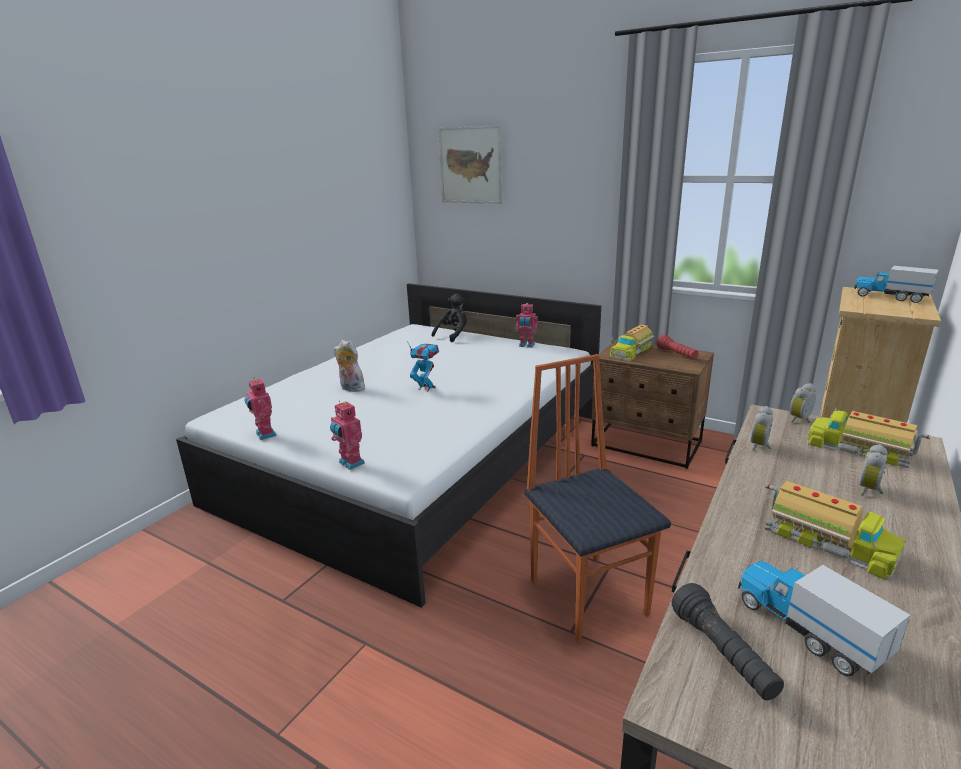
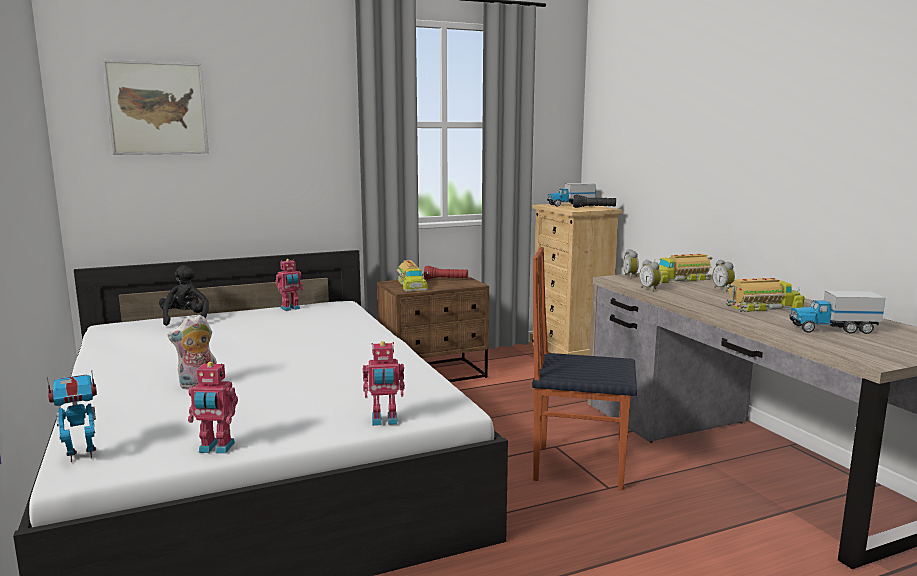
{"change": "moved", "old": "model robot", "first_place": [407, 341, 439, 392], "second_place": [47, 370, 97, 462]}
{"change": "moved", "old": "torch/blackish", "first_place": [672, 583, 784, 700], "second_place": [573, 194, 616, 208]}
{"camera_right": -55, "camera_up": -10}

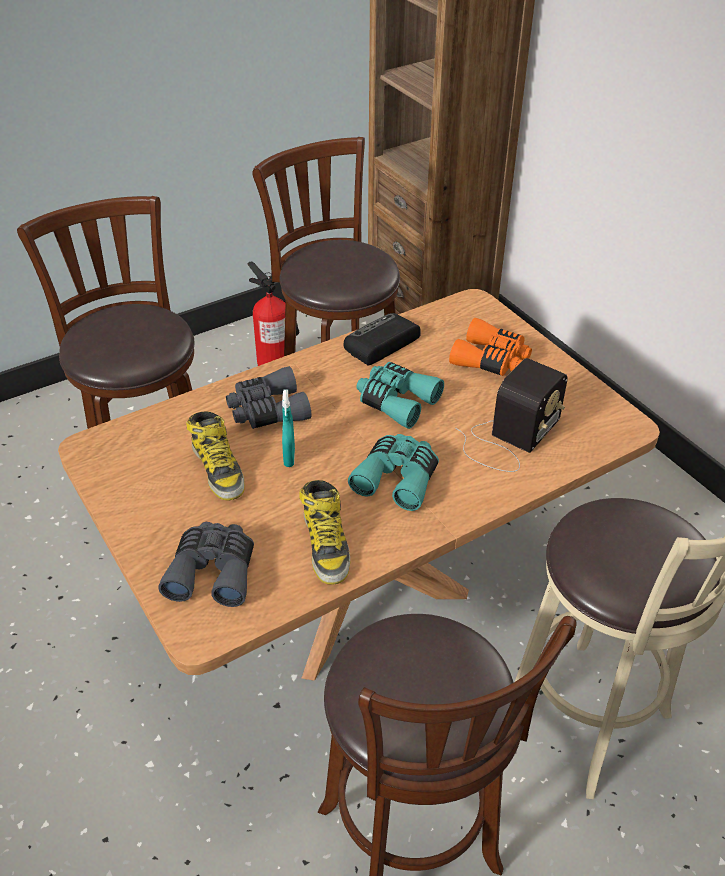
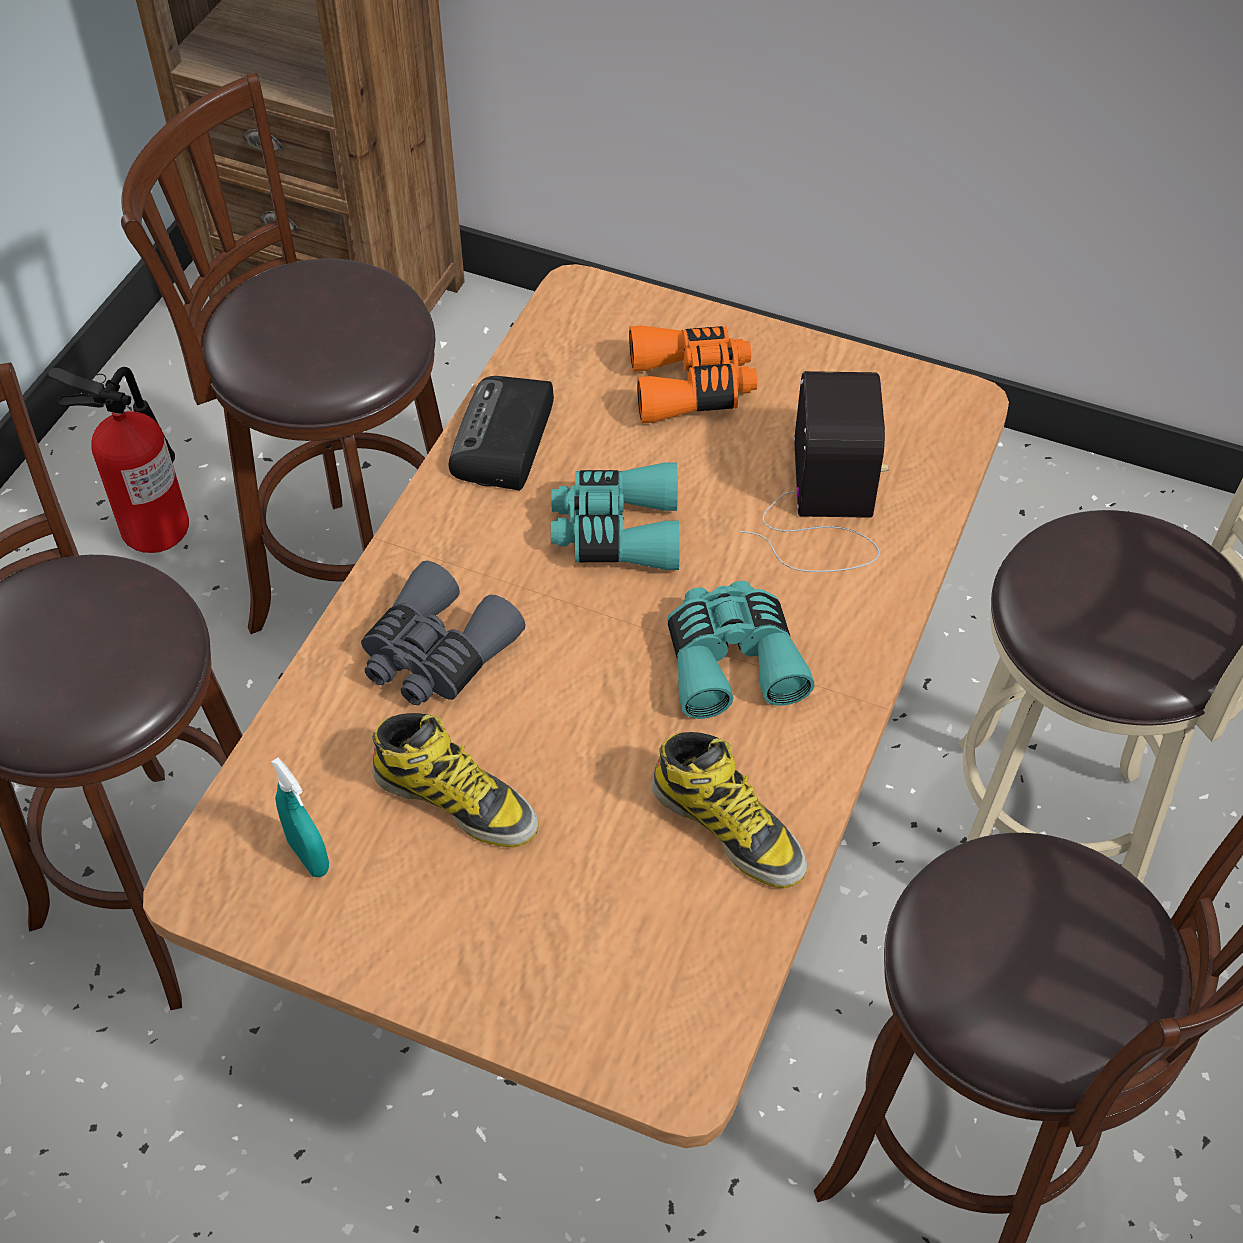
{"change": "moved", "old": "sprayer/turquoise-coloured", "first_place": [282, 390, 295, 467], "second_place": [271, 757, 329, 877]}
{"change": "removed", "old": "binoculars/greyish", "first_place": [159, 522, 254, 607]}
{"camera_right": -35, "camera_up": 10}

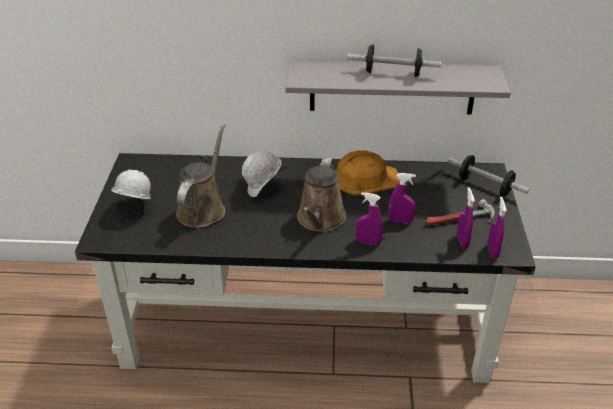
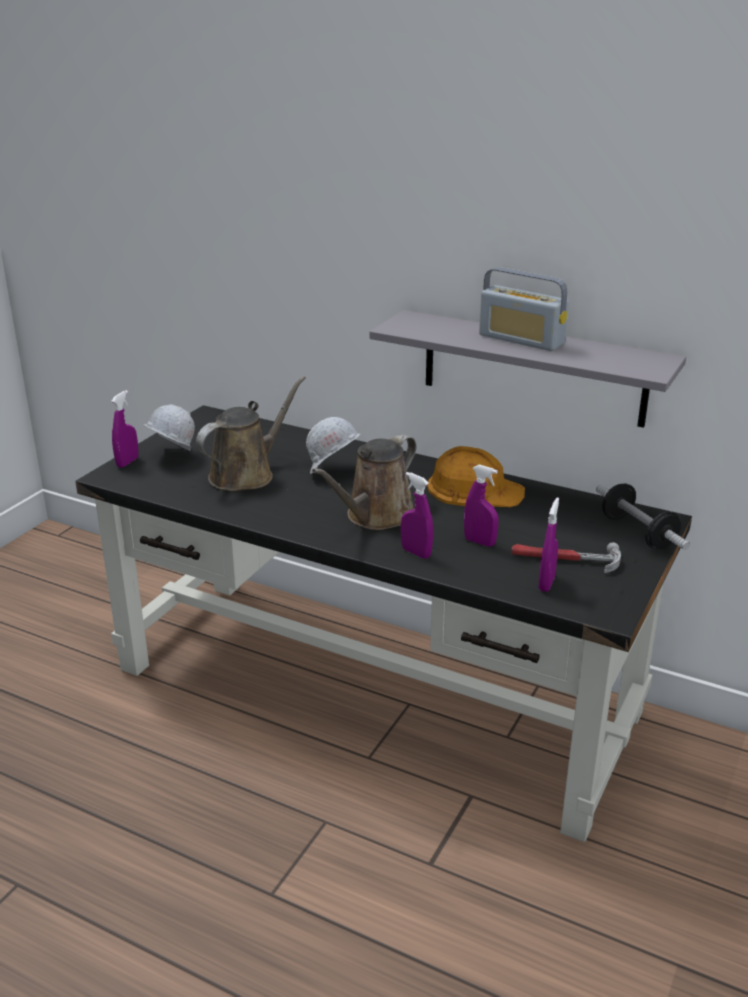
{"change": "replaced", "old": "free weight", "new": "radio receiver", "first_place": [348, 44, 441, 77], "second_place": [479, 267, 569, 351]}
{"change": "moved", "old": "sprayer/purple-coloured", "first_place": [487, 197, 507, 259], "second_place": [111, 390, 139, 468]}
{"camera_right": 25, "camera_up": -10}

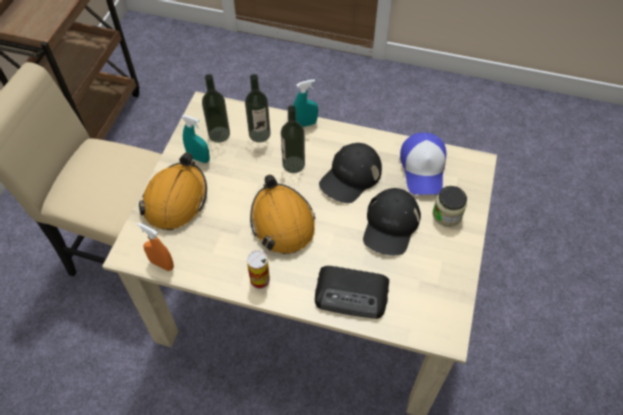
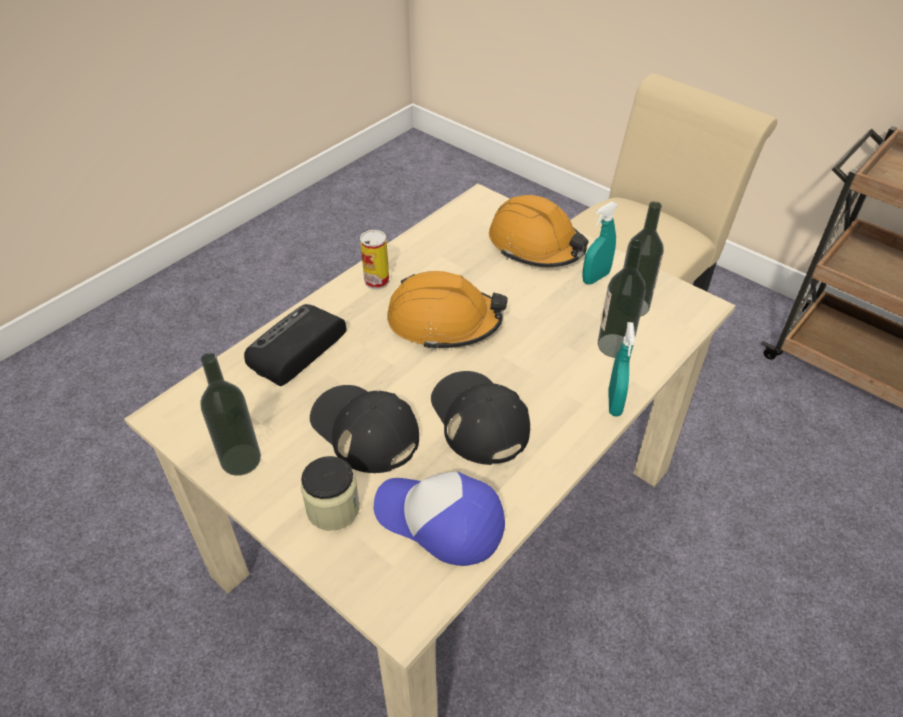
{"change": "moved", "old": "beverage bottle", "first_place": [281, 105, 305, 173], "second_place": [201, 353, 261, 476]}
{"change": "removed", "old": "sprayer/orangey", "first_place": [137, 222, 174, 271]}
{"camera_right": 115, "camera_up": -10}

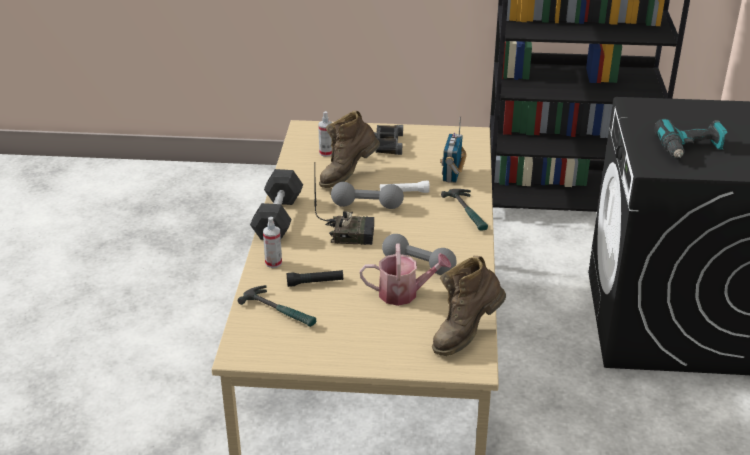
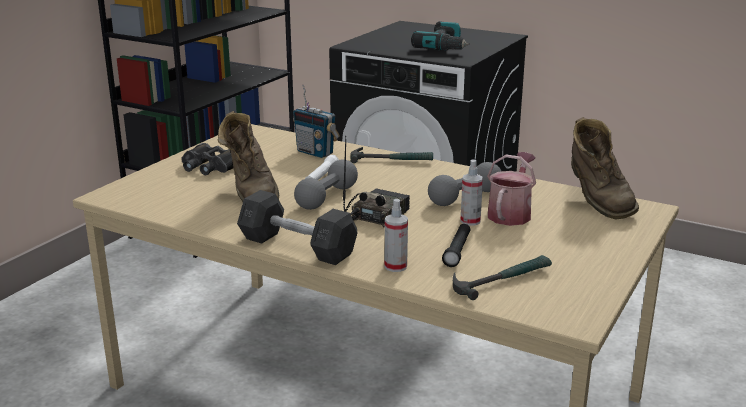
{"change": "moved", "old": "sprayer", "first_place": [318, 111, 332, 157], "second_place": [460, 159, 483, 226]}
{"camera_right": -65, "camera_up": -10}

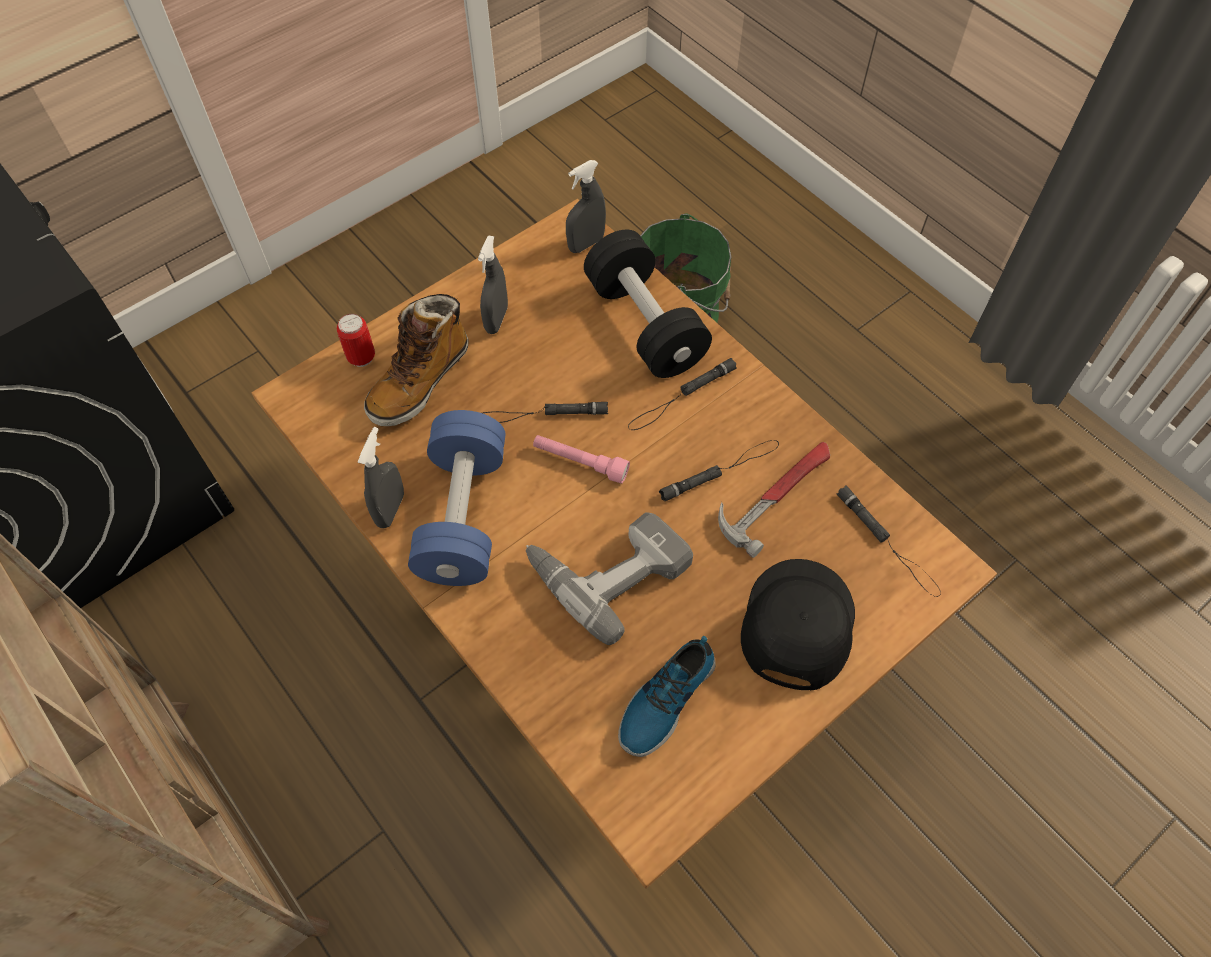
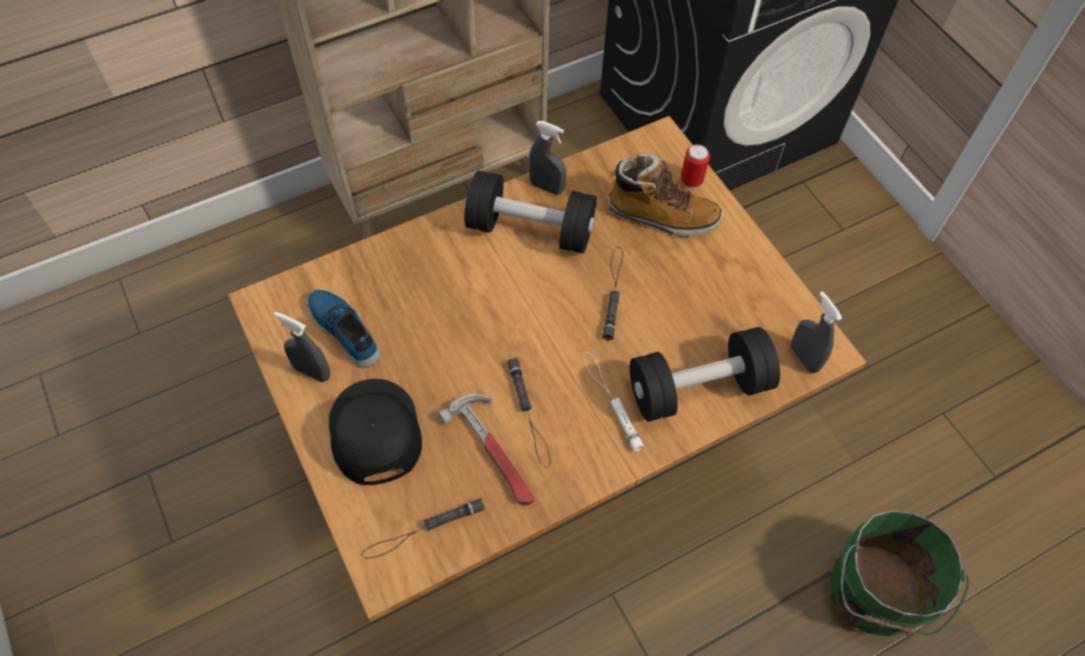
{"change": "moved", "old": "sprayer/greyish", "first_place": [478, 235, 508, 334], "second_place": [274, 312, 330, 382]}
{"change": "turned", "old": "tall boot", "first_place": [364, 294, 468, 426], "second_place": [608, 153, 723, 237], "degrees": 150}
{"change": "recoloured", "old": "torch/blackish", "new": "torch/whitish", "first_place": [628, 358, 736, 430], "second_place": [584, 352, 644, 452]}
{"change": "recoloured", "old": "free weight/blue-coloured", "new": "free weight/blackish", "first_place": [408, 410, 505, 586], "second_place": [464, 170, 597, 253]}
{"change": "removed", "old": "torch/pink", "first_place": [533, 435, 630, 484]}
{"change": "removed", "old": "drill", "first_place": [526, 512, 693, 645]}
{"change": "turned", "old": "cap/blackish", "first_place": [741, 559, 855, 690], "second_place": [329, 379, 422, 485], "degrees": -135}
{"camera_right": 100, "camera_up": 0}

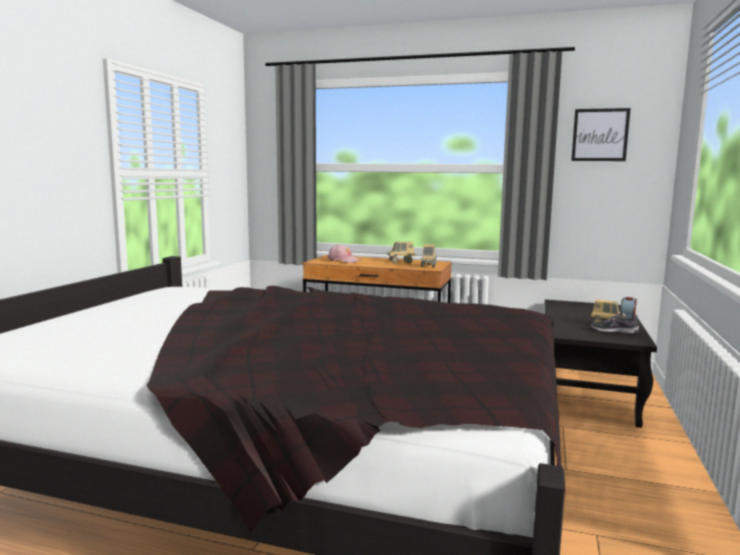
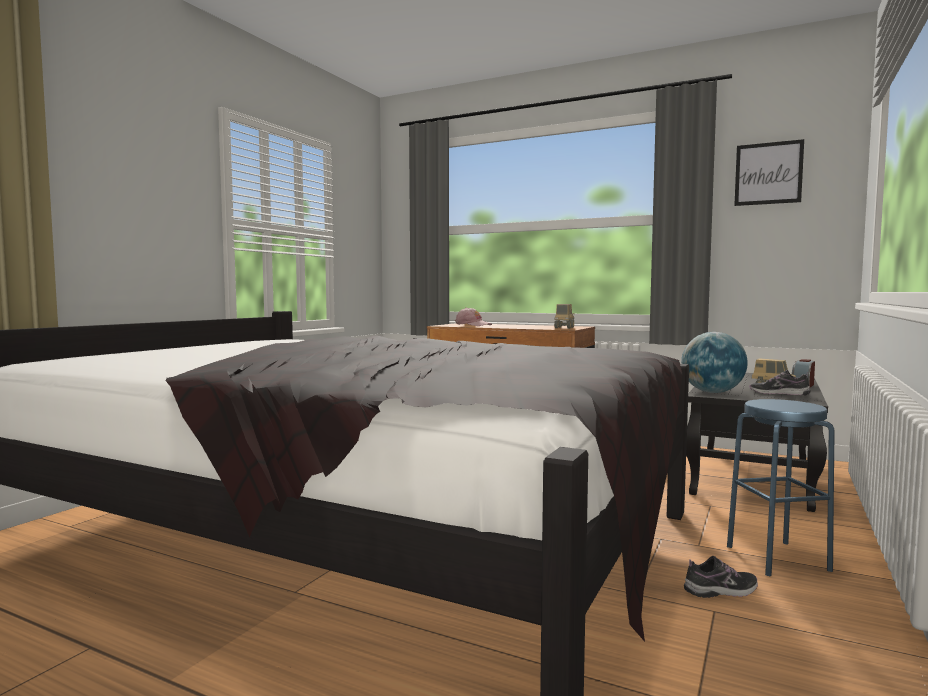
{"change": "removed", "old": "toy truck", "first_place": [387, 242, 415, 263]}
{"change": "added", "new": "globe", "second_place": [681, 332, 748, 393]}
{"change": "added", "new": "sitting stool/blue-coloured", "second_place": [727, 399, 835, 576]}
{"change": "added", "new": "item of footwear", "second_place": [684, 556, 758, 598]}
{"camera_right": 10, "camera_up": -5}

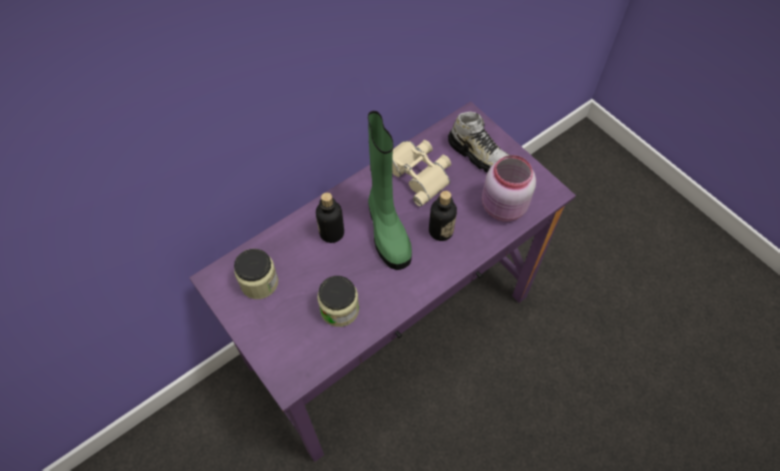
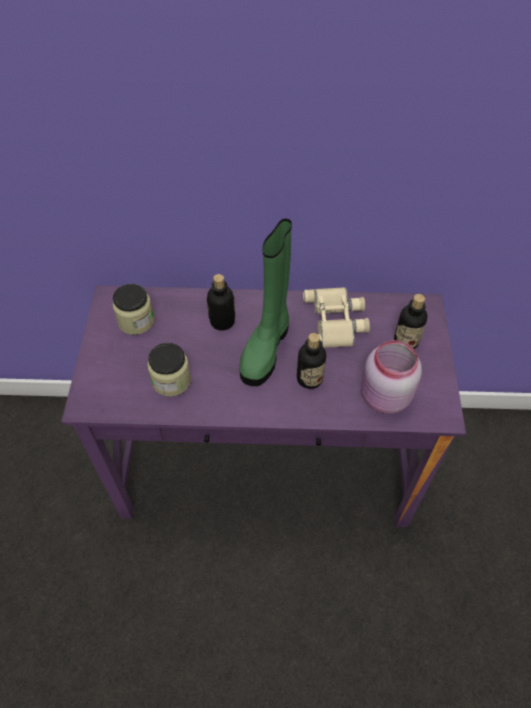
{"change": "replaced", "old": "item of footwear", "new": "beverage bottle", "first_place": [448, 112, 509, 172], "second_place": [394, 294, 428, 349]}
{"camera_right": 40, "camera_up": -5}

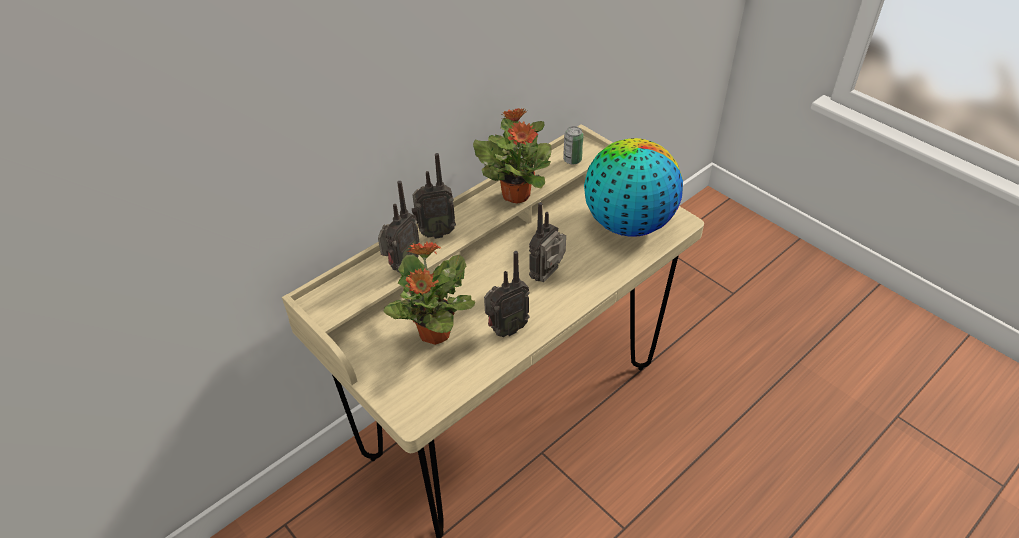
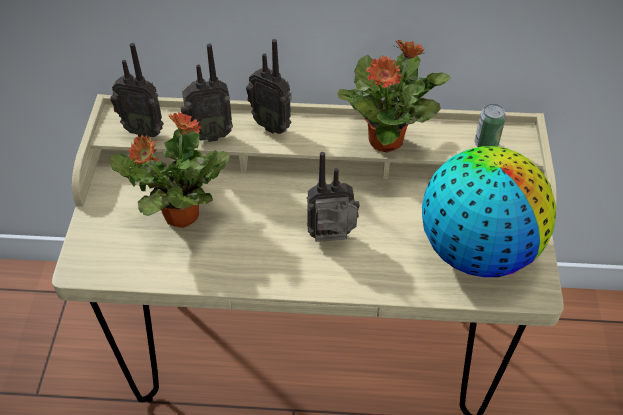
{"change": "moved", "old": "radio receiver", "first_place": [484, 251, 530, 337], "second_place": [110, 43, 164, 138]}
{"camera_right": 45, "camera_up": 5}

